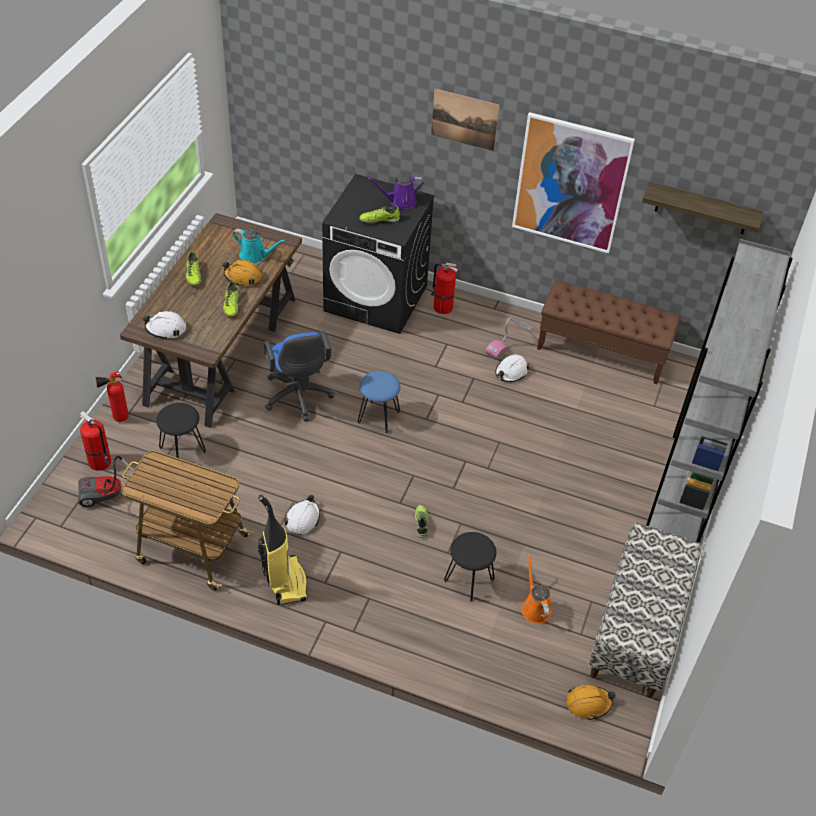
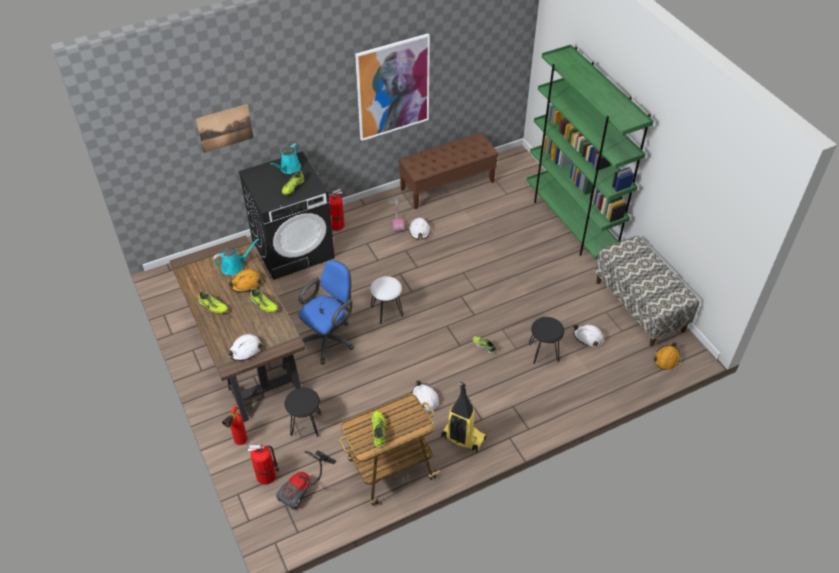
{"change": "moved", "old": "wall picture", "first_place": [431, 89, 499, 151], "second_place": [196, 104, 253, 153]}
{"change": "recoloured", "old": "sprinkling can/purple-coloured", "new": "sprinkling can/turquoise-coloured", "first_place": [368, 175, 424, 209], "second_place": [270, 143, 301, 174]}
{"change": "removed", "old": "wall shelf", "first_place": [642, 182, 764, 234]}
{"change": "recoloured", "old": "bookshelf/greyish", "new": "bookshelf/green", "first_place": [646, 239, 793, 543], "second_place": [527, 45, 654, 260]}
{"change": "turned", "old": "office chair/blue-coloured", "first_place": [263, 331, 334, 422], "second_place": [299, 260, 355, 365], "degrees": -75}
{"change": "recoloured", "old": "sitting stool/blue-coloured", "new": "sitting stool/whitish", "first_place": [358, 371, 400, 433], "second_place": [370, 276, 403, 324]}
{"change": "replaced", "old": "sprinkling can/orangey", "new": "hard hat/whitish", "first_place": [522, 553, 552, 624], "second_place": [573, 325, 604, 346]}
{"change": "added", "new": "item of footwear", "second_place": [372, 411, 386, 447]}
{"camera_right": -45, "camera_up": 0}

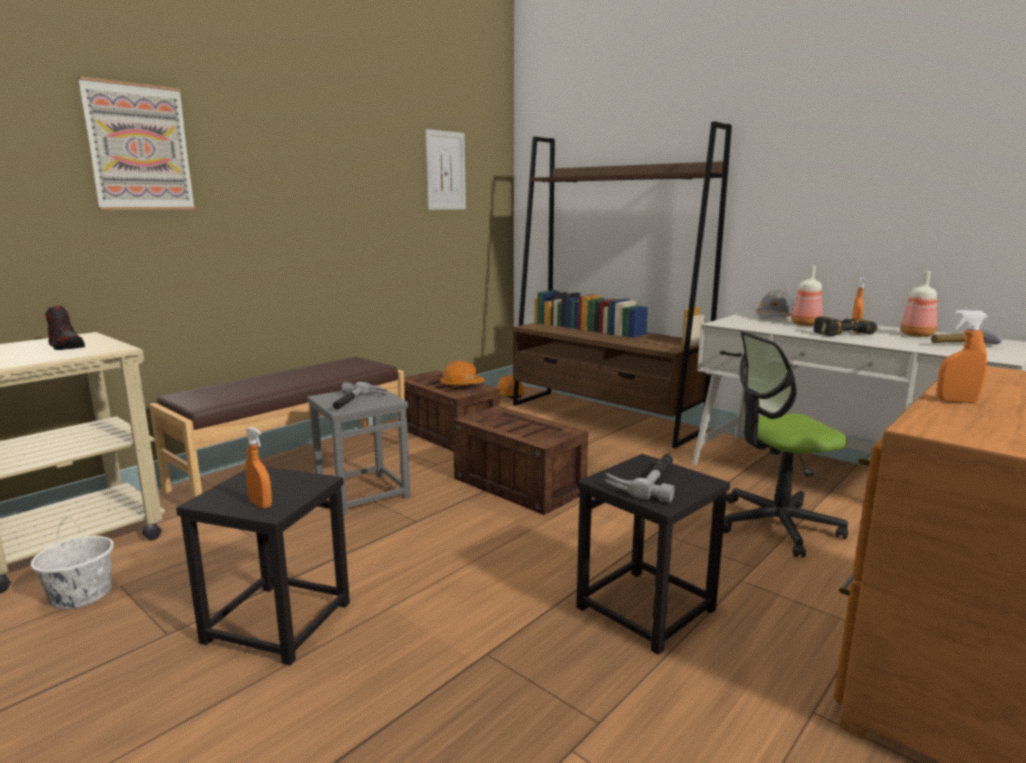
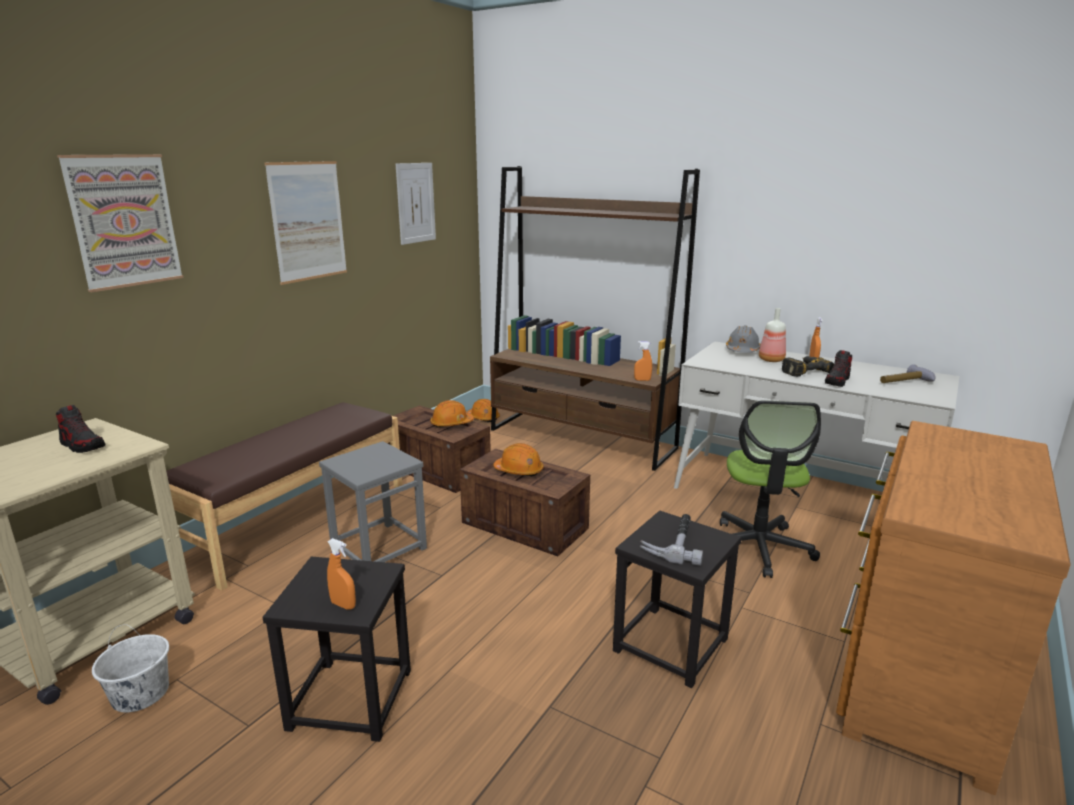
{"change": "removed", "old": "beverage bottle", "first_place": [900, 271, 937, 337]}
{"change": "moved", "old": "sprayer/orangey", "first_place": [937, 310, 988, 403], "second_place": [634, 341, 652, 381]}
{"change": "turned", "old": "office chair", "first_place": [723, 331, 848, 558], "second_place": [720, 400, 821, 578], "degrees": -60}
{"change": "removed", "old": "hammer", "first_place": [333, 382, 387, 410]}
{"change": "added", "new": "wall picture", "second_place": [264, 161, 347, 285]}
{"change": "added", "new": "item of footwear", "second_place": [825, 350, 852, 387]}
{"change": "added", "new": "hard hat/orangey", "second_place": [493, 443, 544, 476]}
{"camera_right": -10, "camera_up": 5}

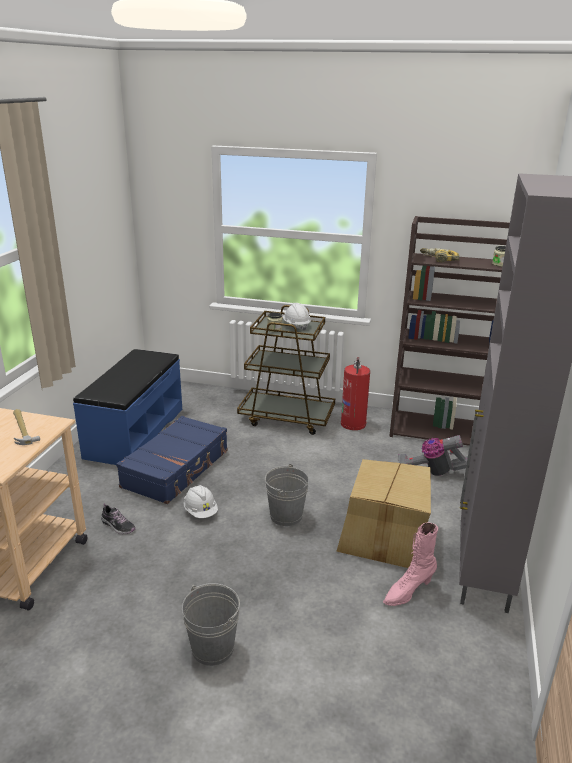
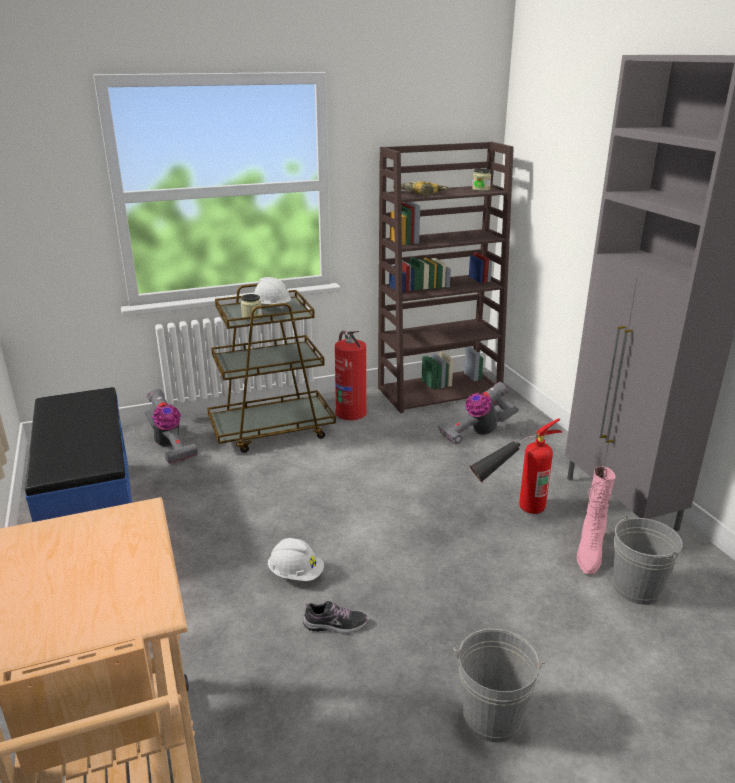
{"change": "removed", "old": "hammer", "first_place": [13, 409, 40, 445]}
{"change": "removed", "old": "travel case/blue-coloured", "first_place": [116, 416, 228, 504]}
{"change": "replaced", "old": "cardboard box", "new": "fire extinguisher", "first_place": [336, 459, 431, 568], "second_place": [470, 418, 563, 514]}
{"change": "moved", "old": "pail/greyish", "first_place": [265, 464, 309, 526], "second_place": [613, 515, 683, 605]}
{"change": "moved", "old": "item of footwear", "first_place": [101, 503, 136, 534], "second_place": [303, 601, 368, 634]}
{"change": "added", "new": "vacuum cleaner", "second_place": [145, 389, 198, 464]}
{"camera_right": -35, "camera_up": 0}

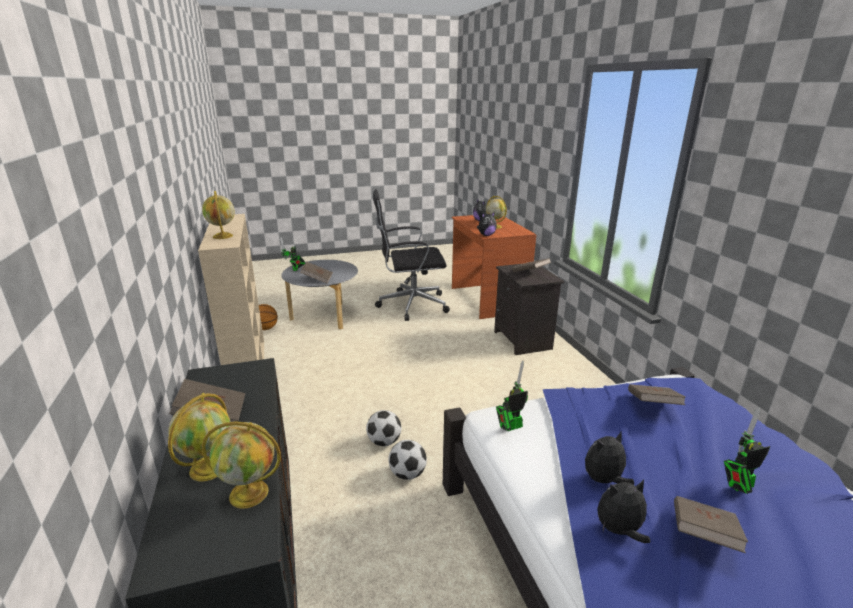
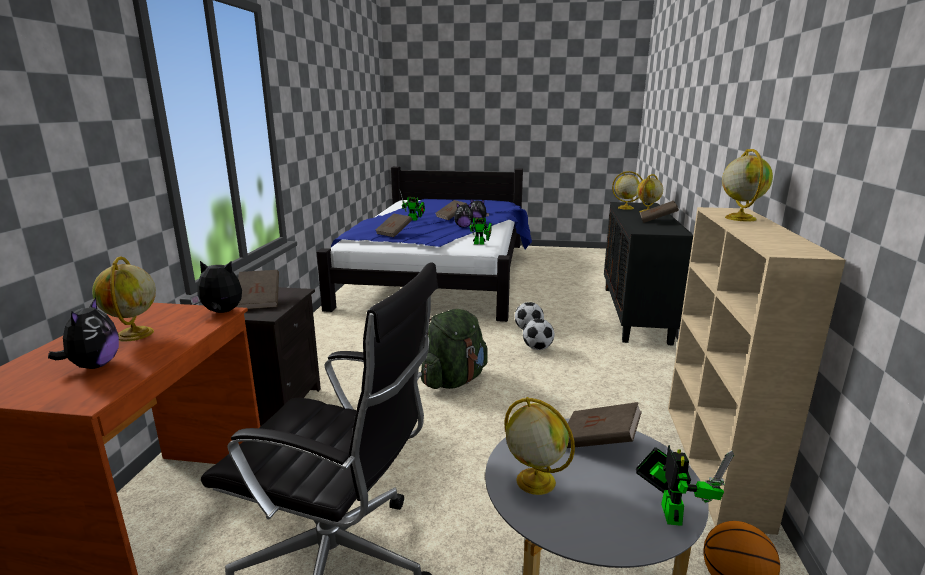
{"change": "added", "new": "knapsack/green", "second_place": [420, 309, 488, 389]}
{"change": "added", "new": "globe", "second_place": [504, 397, 575, 495]}
{"camera_right": -155, "camera_up": -5}

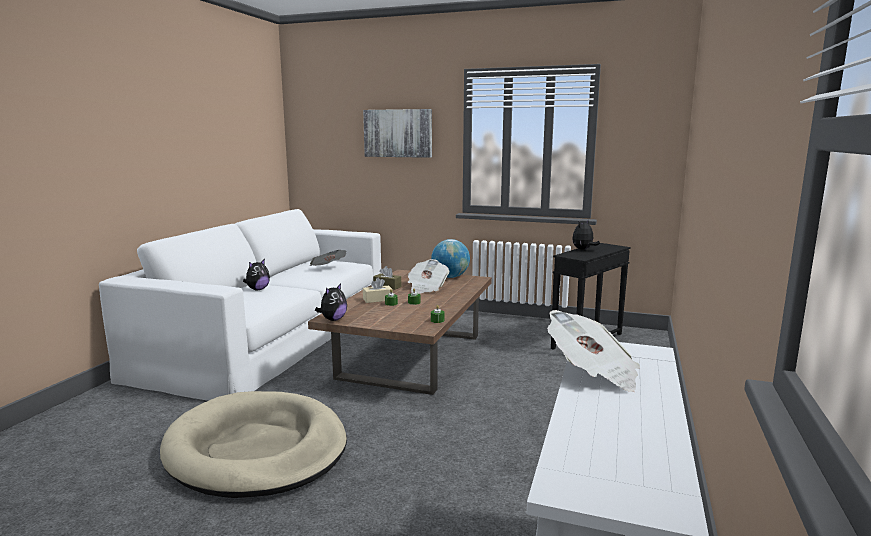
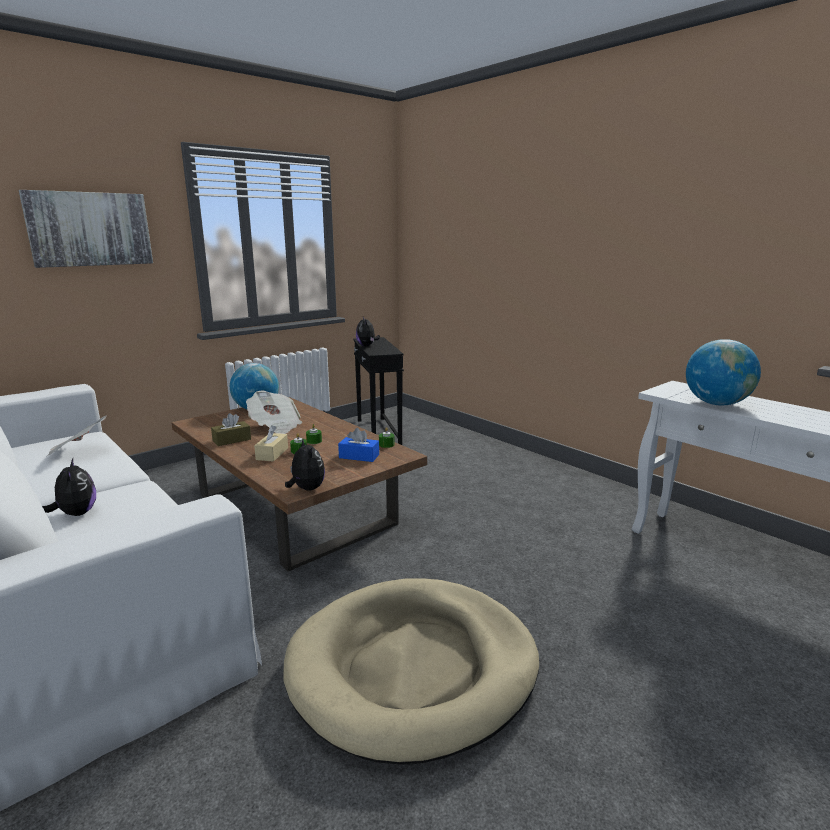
{"change": "replaced", "old": "newspaper", "new": "globe", "first_place": [547, 310, 640, 392], "second_place": [686, 339, 761, 405]}
{"change": "added", "new": "tissue box/blue-coloured", "second_place": [338, 428, 379, 462]}
{"camera_right": -60, "camera_up": 5}

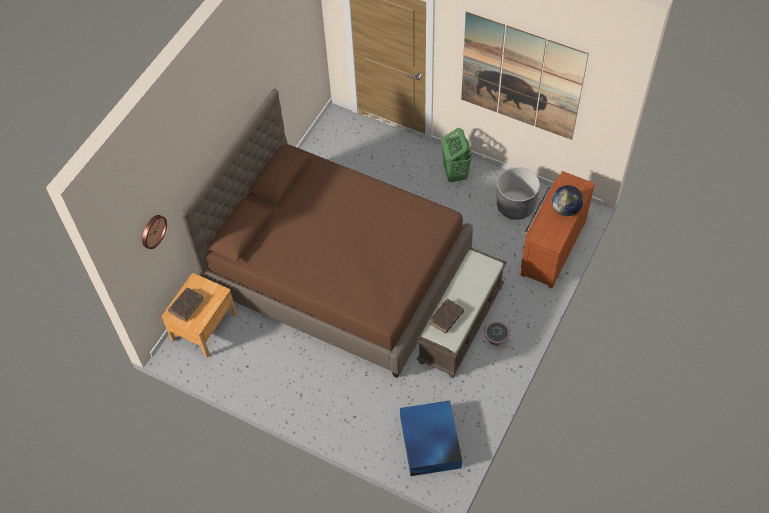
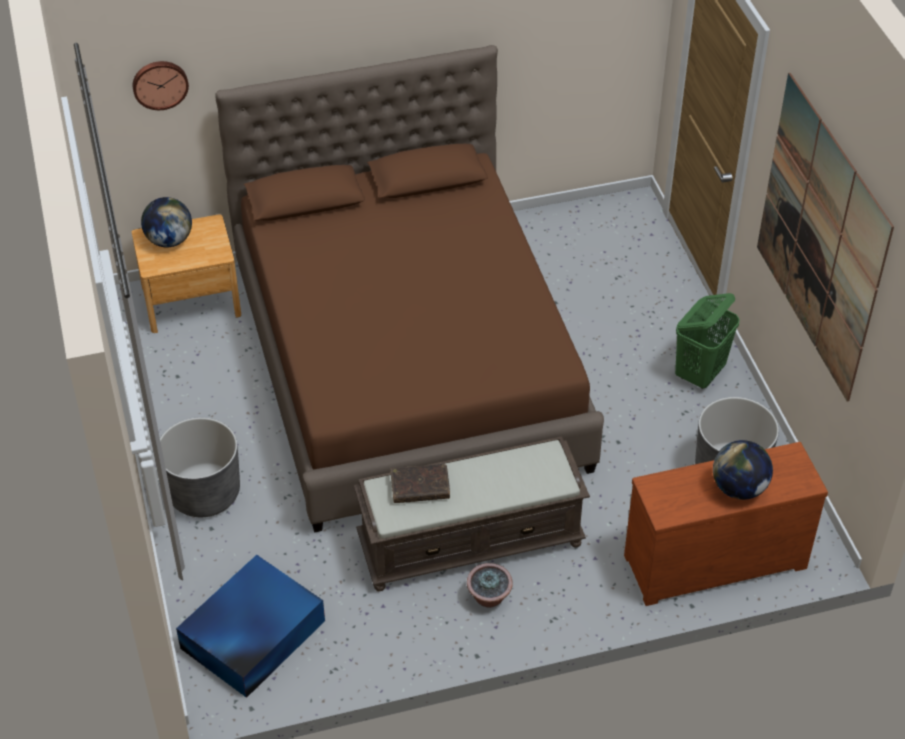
{"change": "replaced", "old": "book/brown", "new": "globe", "first_place": [168, 288, 204, 322], "second_place": [141, 197, 192, 248]}
{"change": "added", "new": "planter/greyish", "second_place": [160, 417, 240, 517]}
{"camera_right": 45, "camera_up": -10}

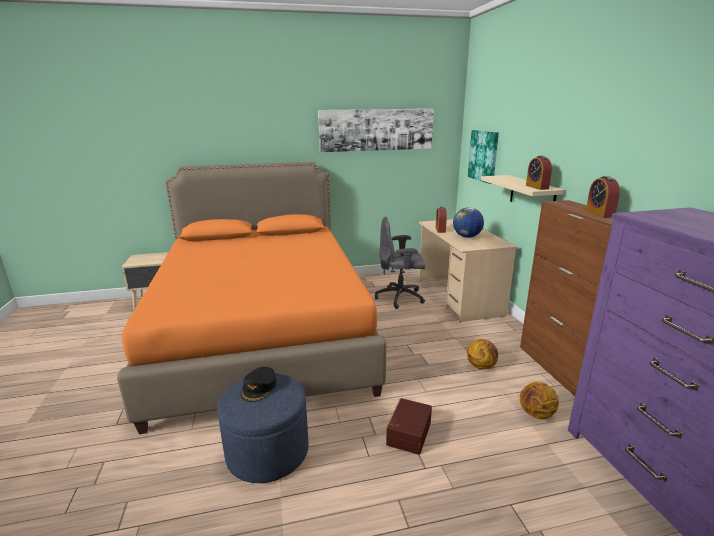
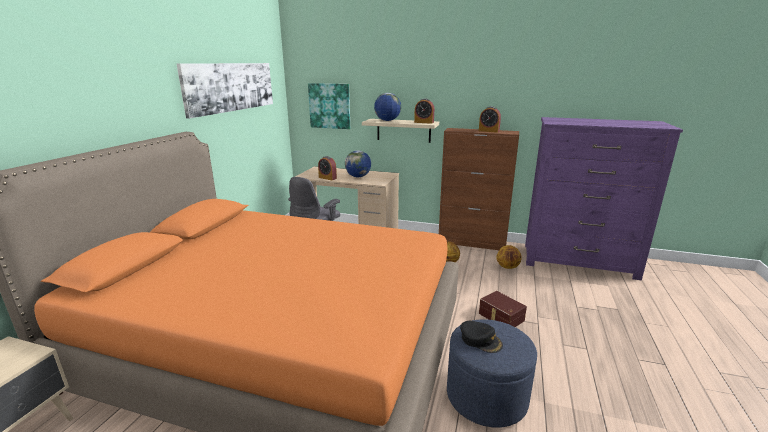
{"change": "added", "new": "globe", "second_place": [374, 93, 401, 121]}
{"camera_right": -60, "camera_up": 0}

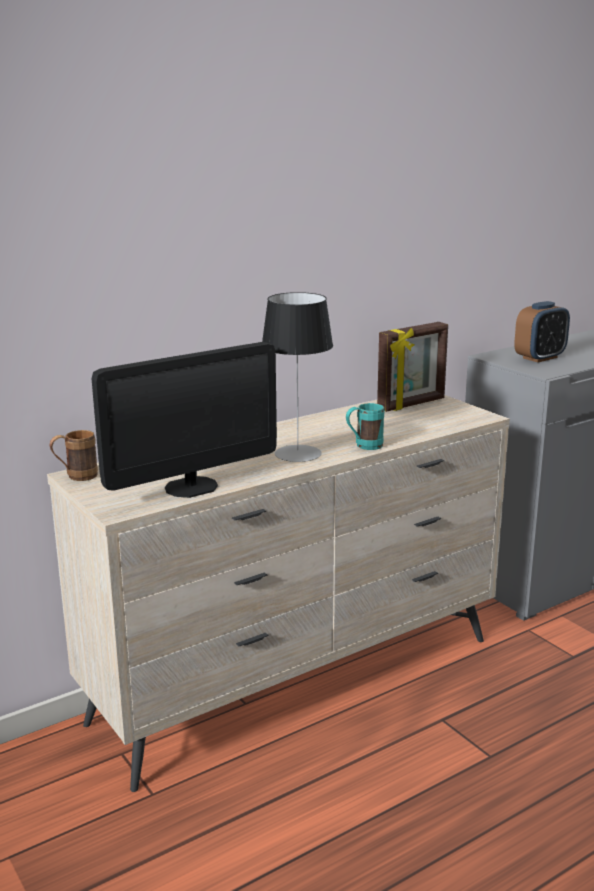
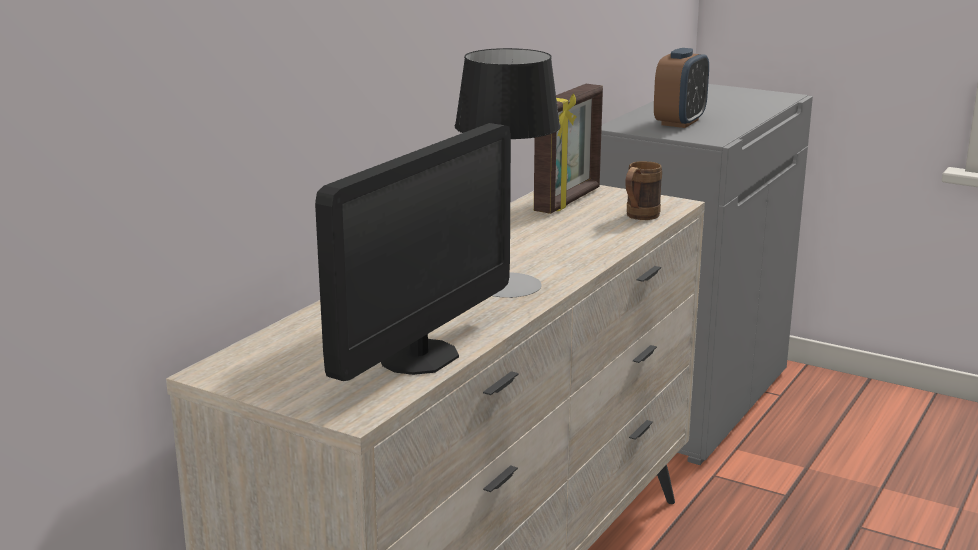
{"change": "removed", "old": "coffee mug/turquoise-coloured", "first_place": [346, 403, 384, 450]}
{"change": "moved", "old": "coffee mug/brown", "first_place": [50, 430, 98, 481], "second_place": [625, 161, 662, 220]}
{"camera_right": -25, "camera_up": 0}

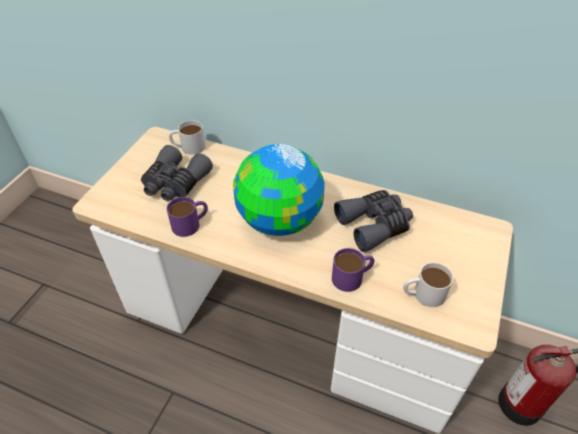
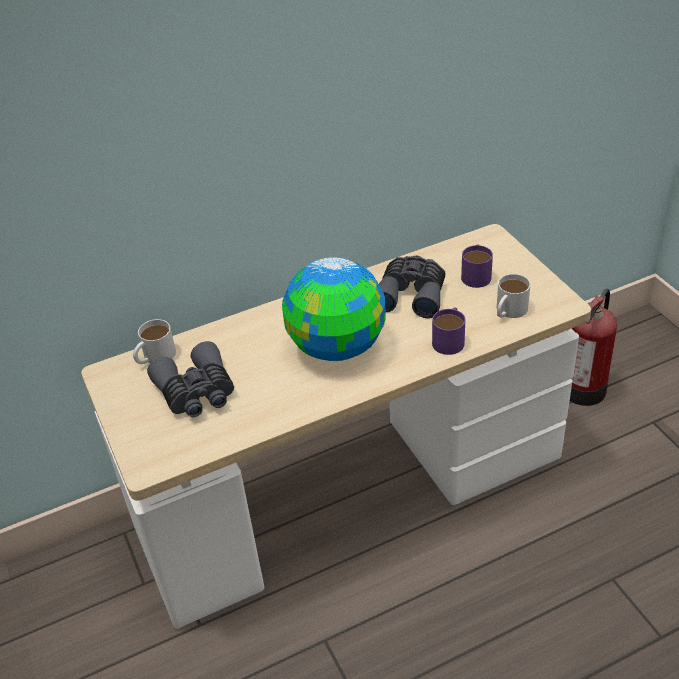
{"change": "moved", "old": "coffee mug/purple-coloured", "first_place": [167, 197, 208, 237], "second_place": [461, 244, 493, 288]}
{"camera_right": -45, "camera_up": -5}

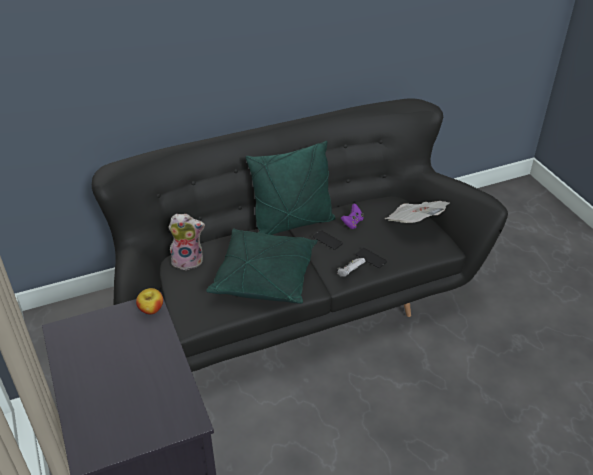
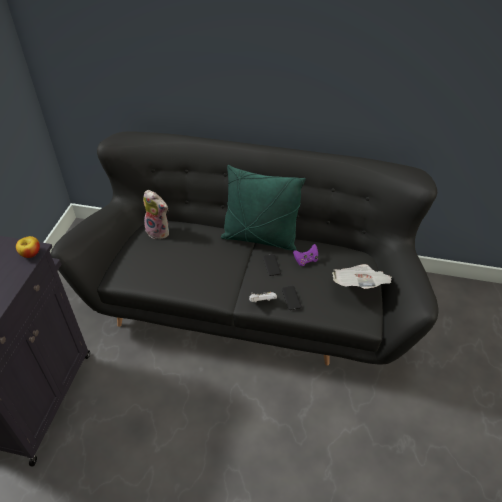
{"change": "removed", "old": "pillow/green", "first_place": [206, 228, 318, 304]}
{"camera_right": 35, "camera_up": 5}

